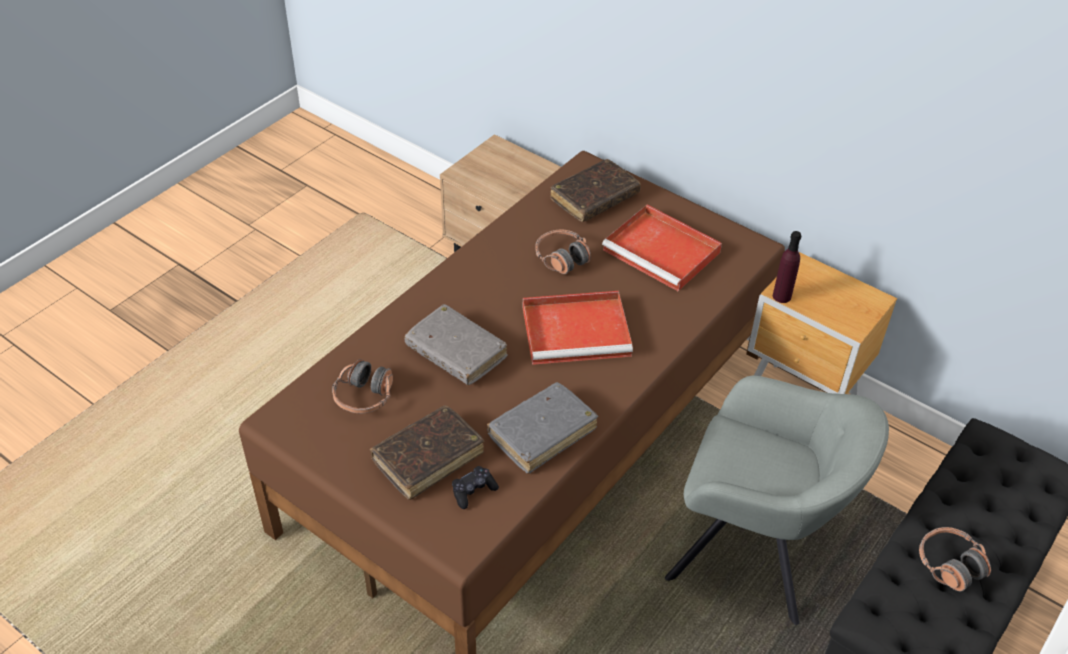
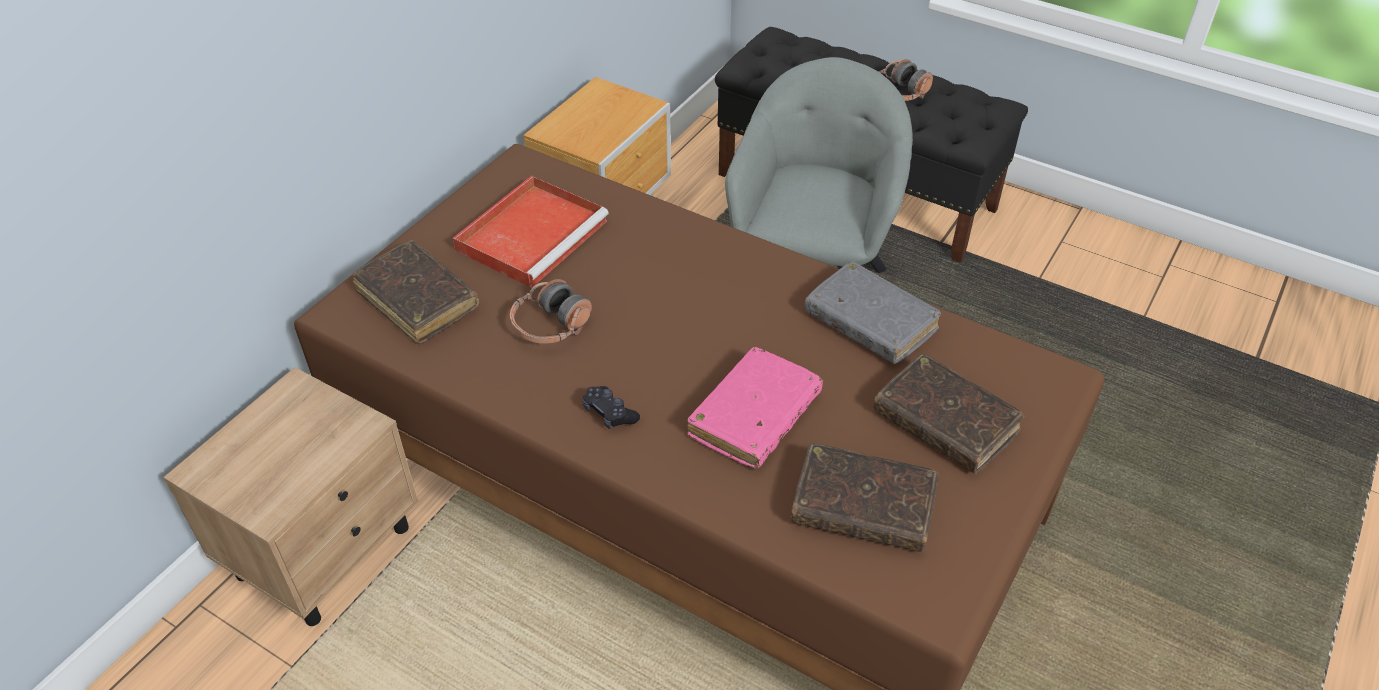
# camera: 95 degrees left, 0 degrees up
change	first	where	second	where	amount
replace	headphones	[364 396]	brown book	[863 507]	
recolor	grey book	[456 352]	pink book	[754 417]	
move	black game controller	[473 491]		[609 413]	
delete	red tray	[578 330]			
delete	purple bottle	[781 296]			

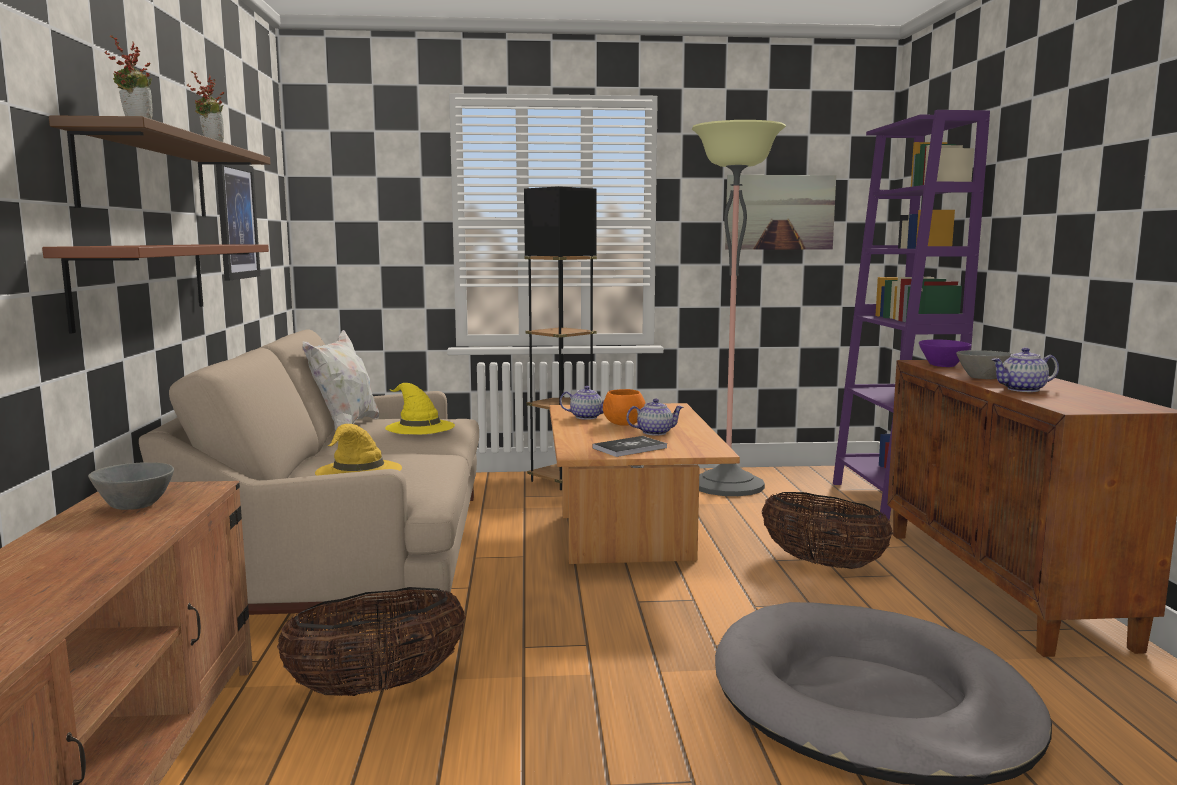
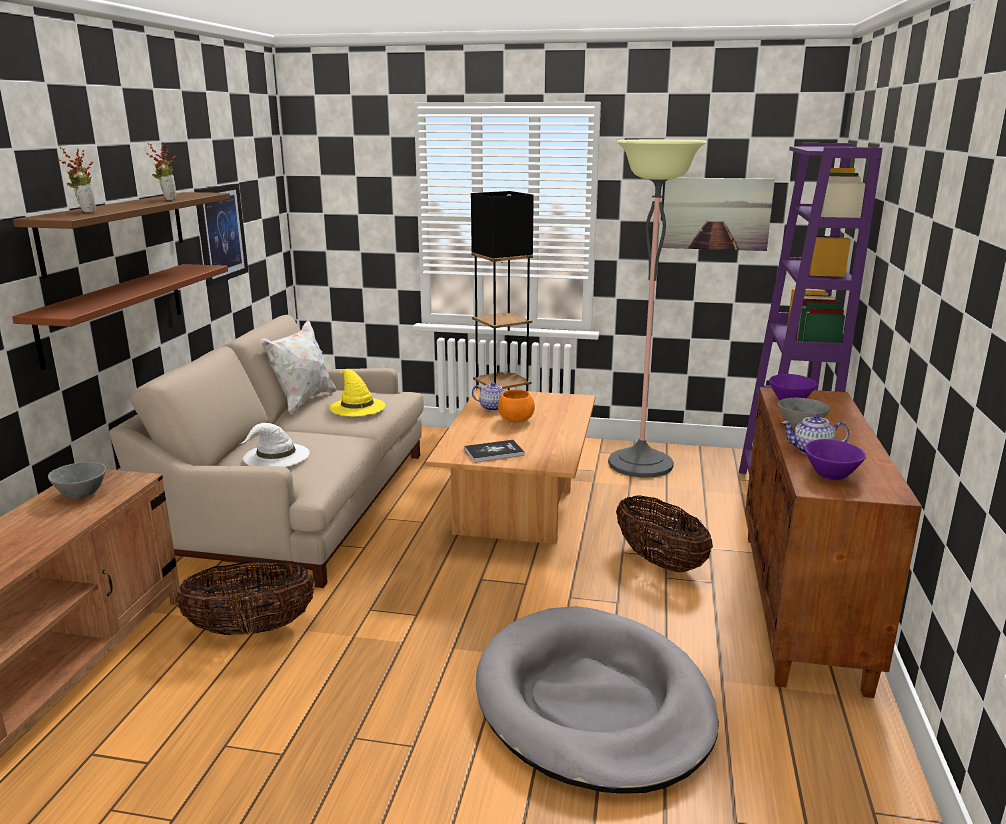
# camera: 15 degrees right, 10 degrees up
change	first	where	second	where	amount
recolor	yellow hat	[358 470]	white hat	[276 456]	
delete	teapot	[655 432]			
insert			purple bowl	[829 475]	

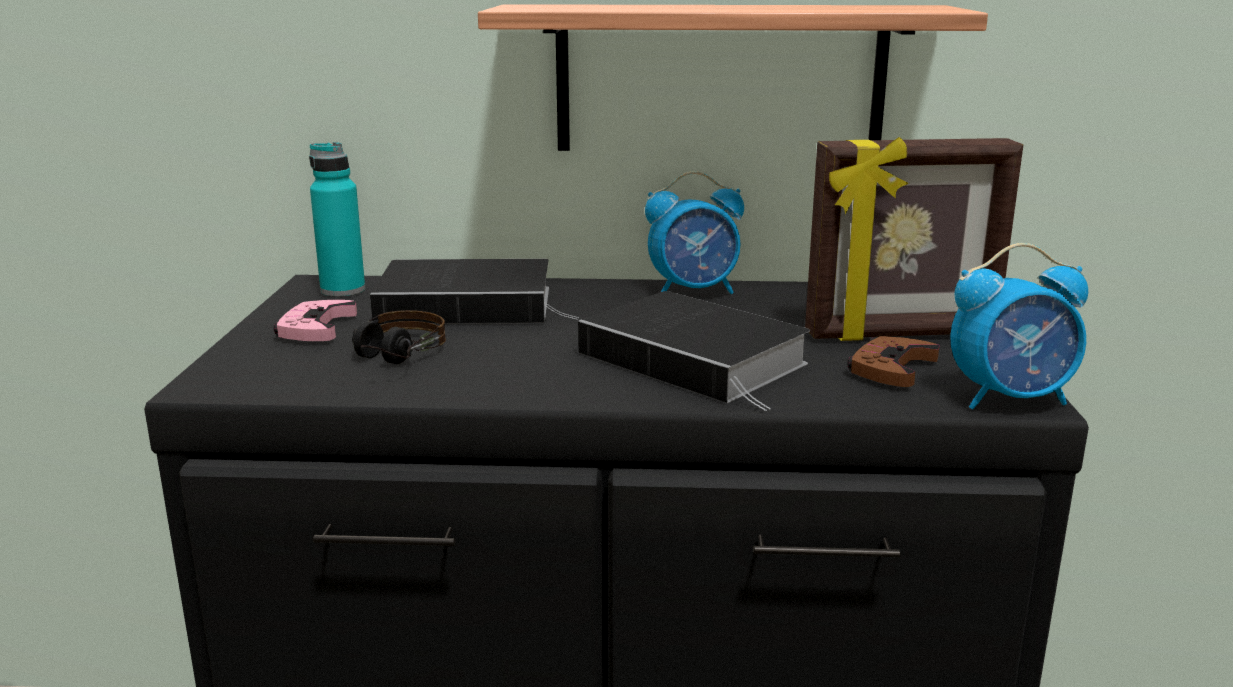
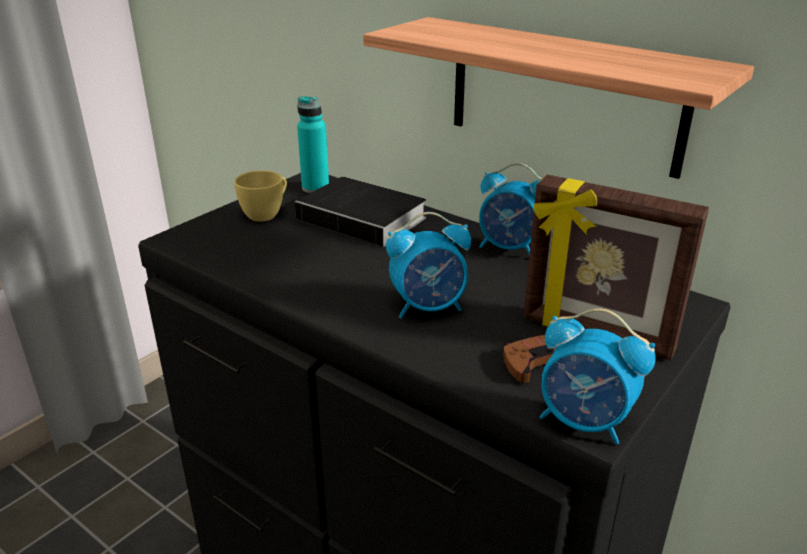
# camera: 35 degrees right, 10 degrees up
change	first	where	second	where	amount
replace	pink game controller	[316 328]	yellow cup	[266 214]	
delete	headphones	[390 359]			
replace	book	[699 359]	alarm clock	[429 307]	

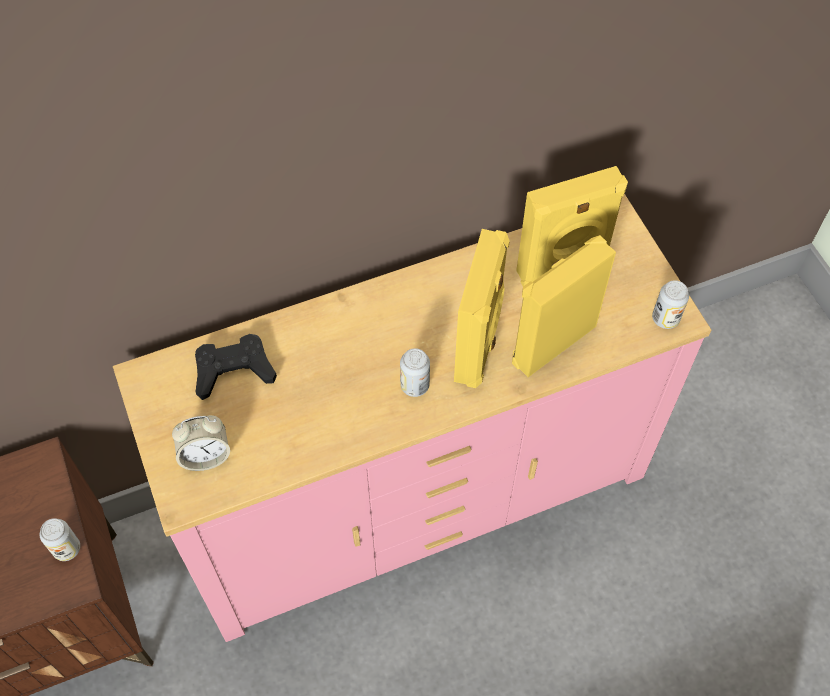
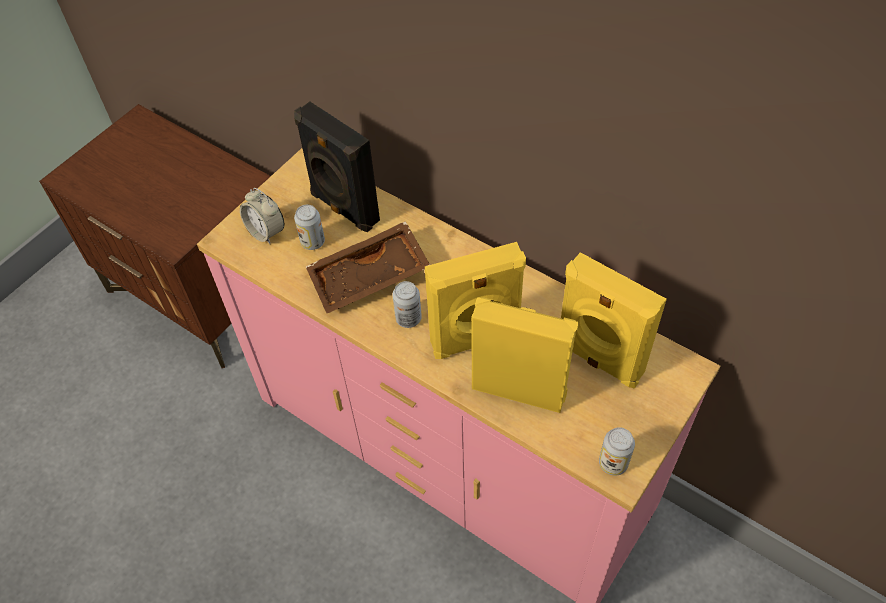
# camera: 60 degrees right, 5 degrees down
change	first	where	second	where	amount
move	can	[67 548]		[313 242]	
replace	black game controller	[233 370]	black speaker	[343 208]	
insert			brown tray	[369 278]	

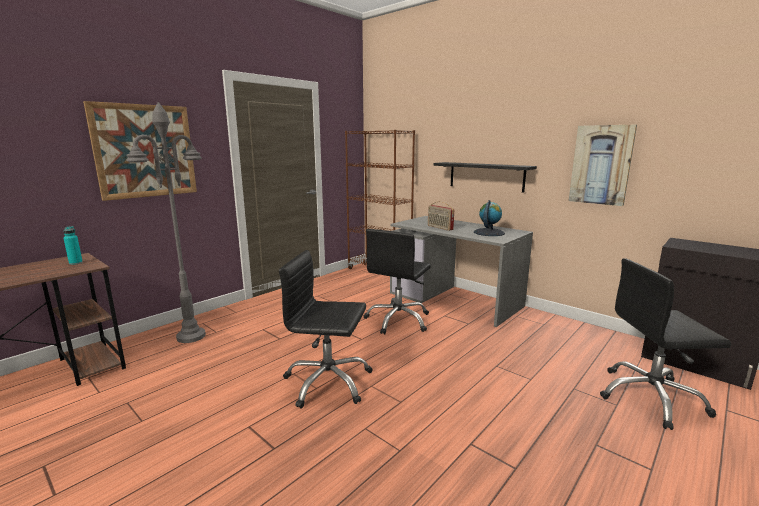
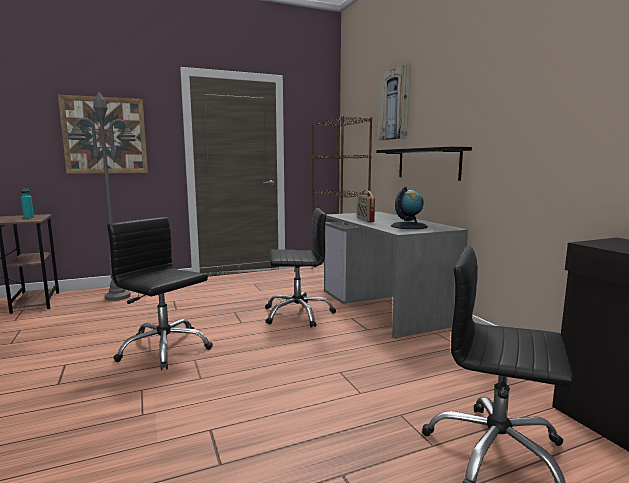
# camera: 25 degrees right, 5 degrees down
change	first	where	second	where	amount
rotate	black office chair	[398 320]		[298 314]	150 degrees counterclockwise
move	picture	[601 165]		[395 104]	

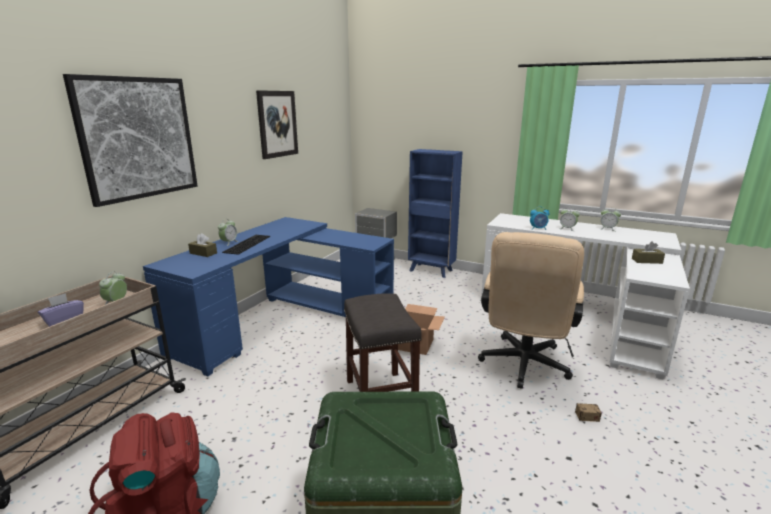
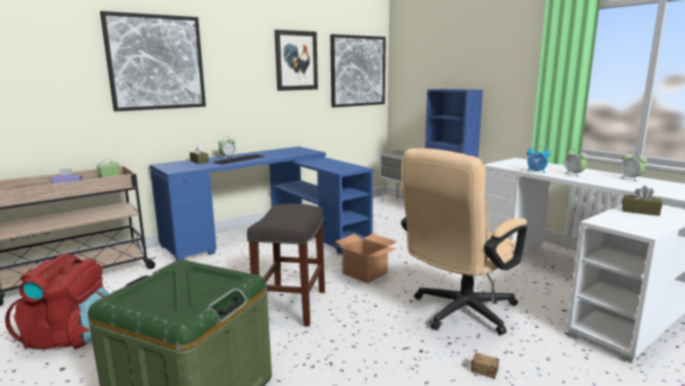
# camera: 25 degrees right, 5 degrees down
change	first	where	second	where	amount
insert			picture	[358 71]	

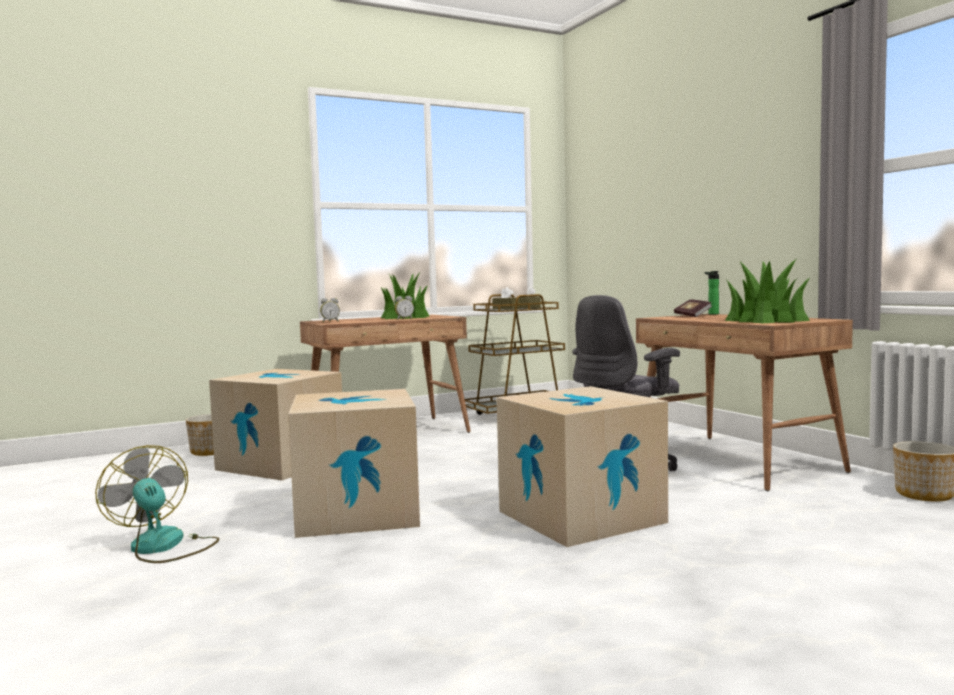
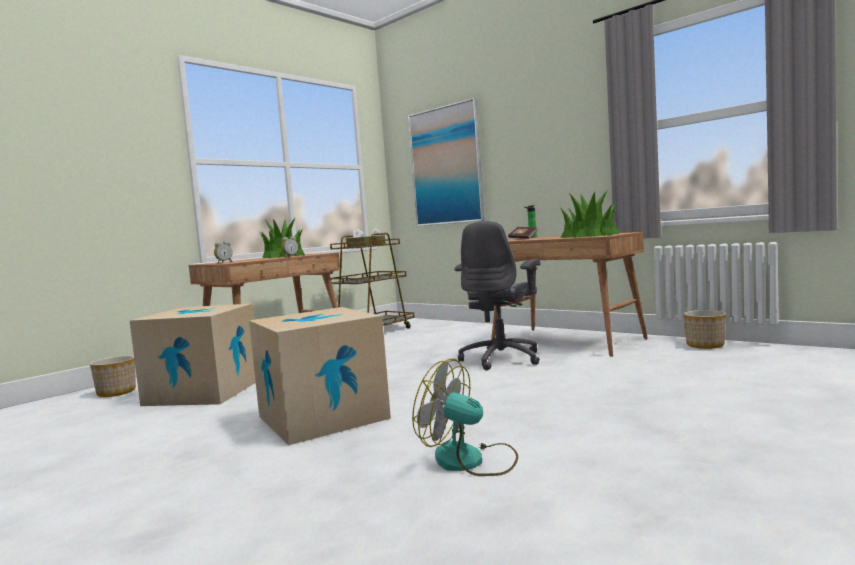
# camera: 20 degrees left, 0 degrees up
change	first	where	second	where	amount
move	fan	[163 547]		[470 461]	
delete	cardboard box	[581 517]			
insert			picture	[446 166]	

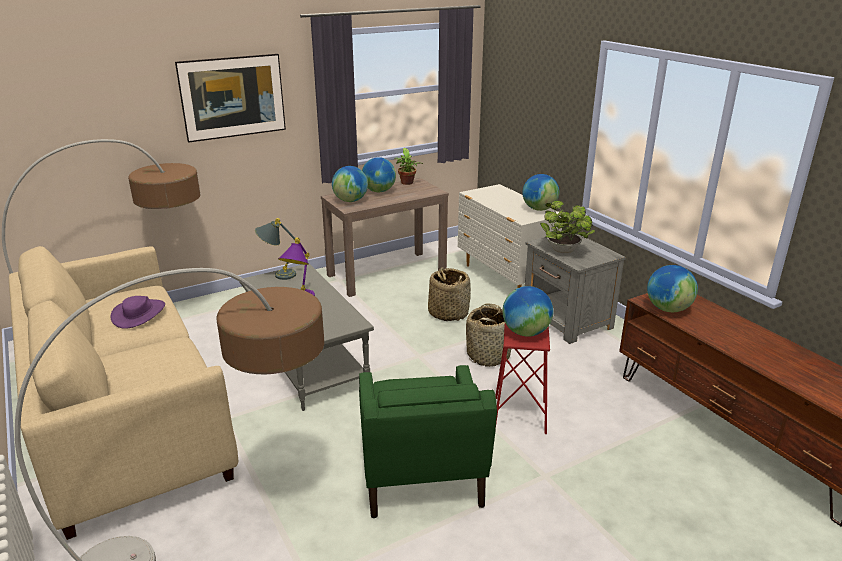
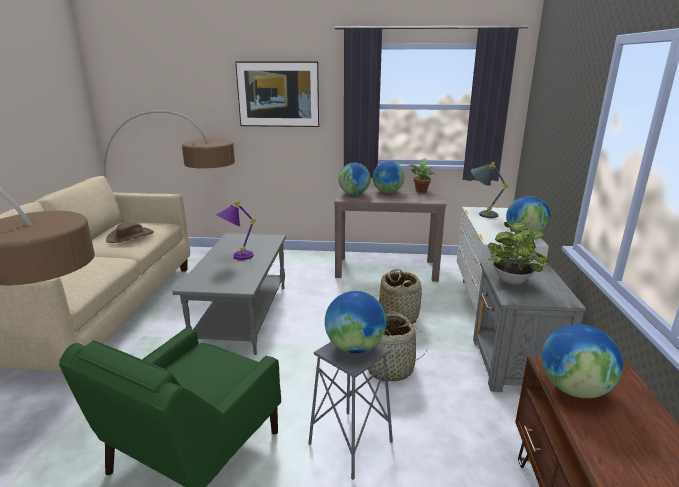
# camera: 35 degrees right, 5 degrees down
change	first	where	second	where	amount
recolor	purple hat	[139 314]	brown hat	[130 236]	
move	grey table lamp	[277 275]		[481 214]	
recolor	red stool	[520 415]	grey stool	[350 443]	

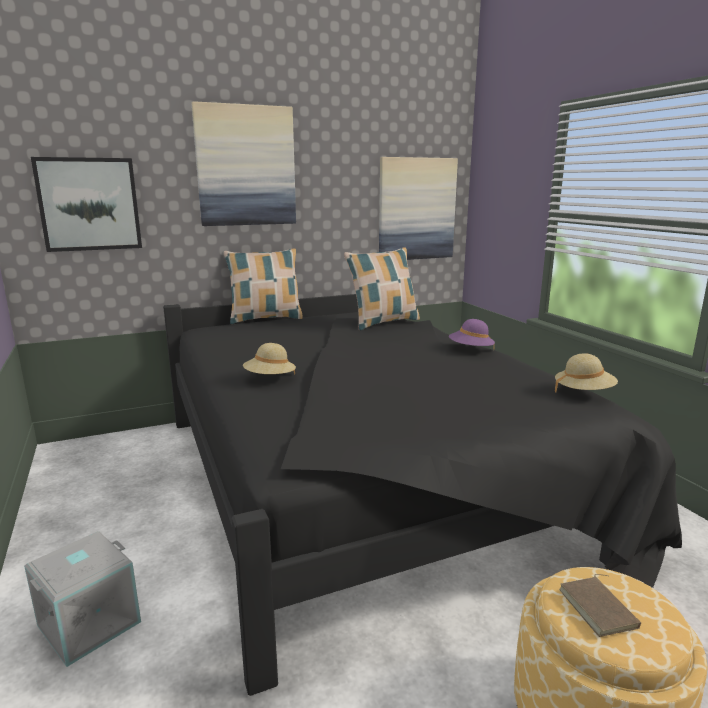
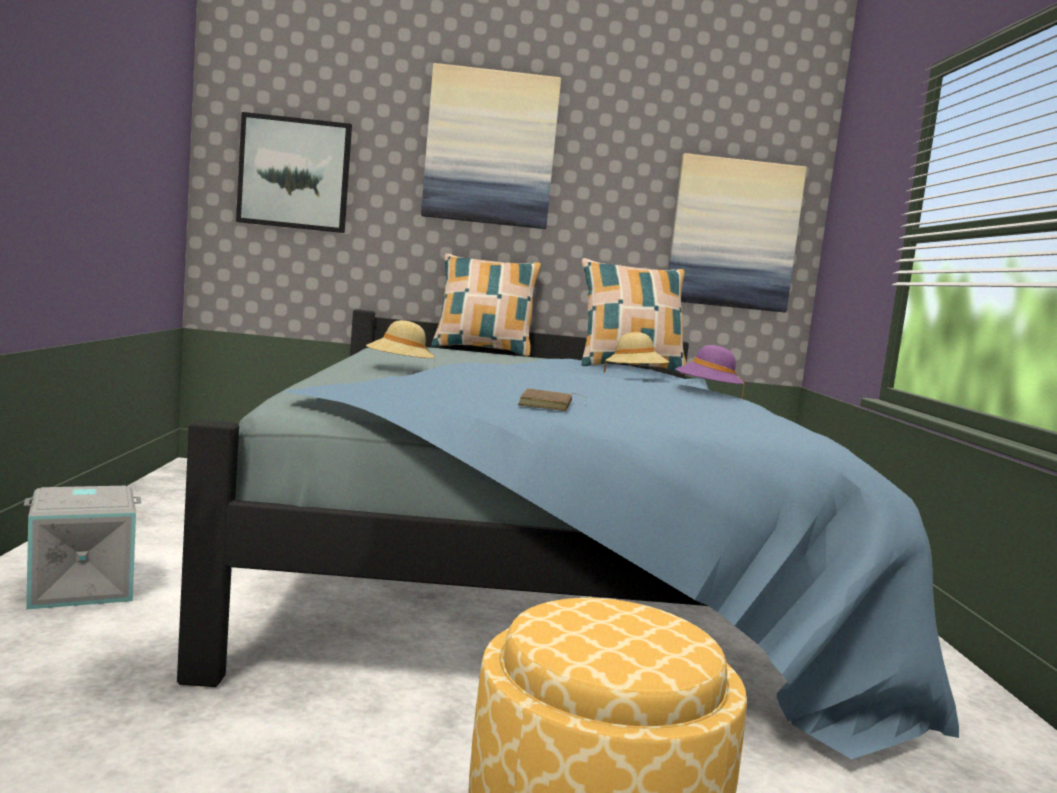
# camera: 20 degrees right, 10 degrees down
change	first	where	second	where	amount
recolor	black bed	[369 481]	blue bed	[532 568]	
move	beige hat	[583 392]		[635 377]	
move	brown book	[600 609]		[548 405]	

